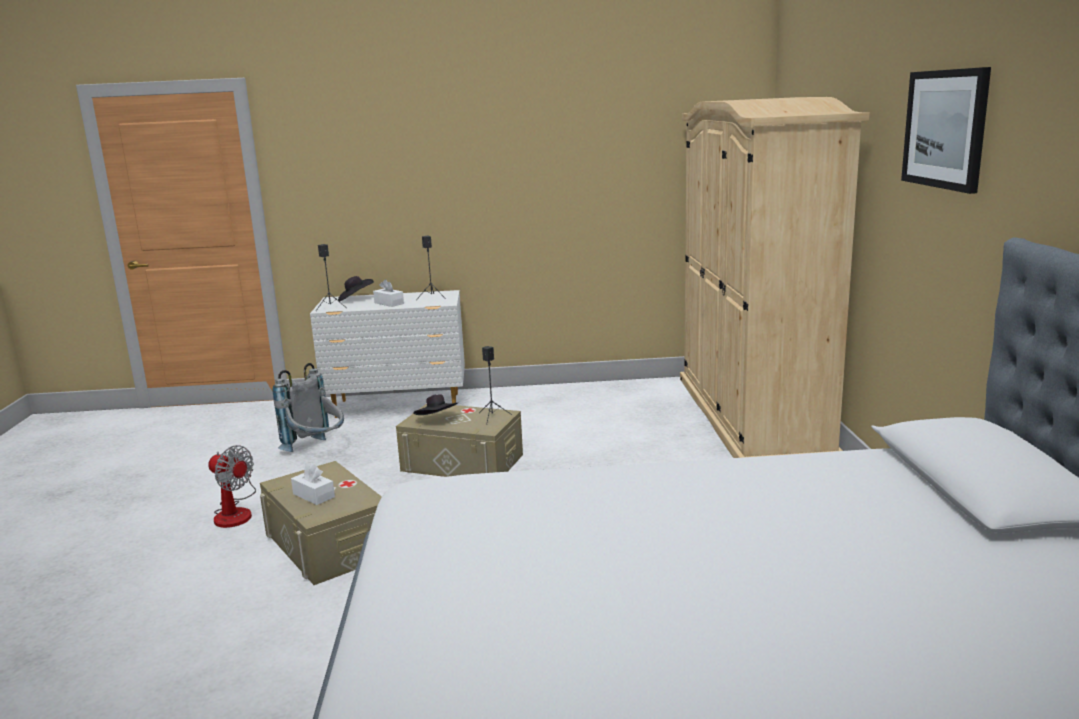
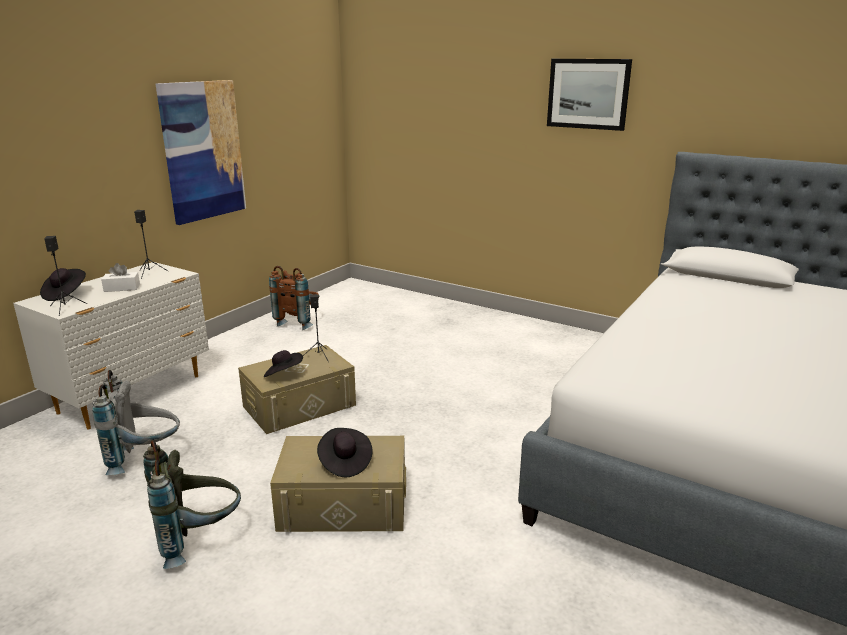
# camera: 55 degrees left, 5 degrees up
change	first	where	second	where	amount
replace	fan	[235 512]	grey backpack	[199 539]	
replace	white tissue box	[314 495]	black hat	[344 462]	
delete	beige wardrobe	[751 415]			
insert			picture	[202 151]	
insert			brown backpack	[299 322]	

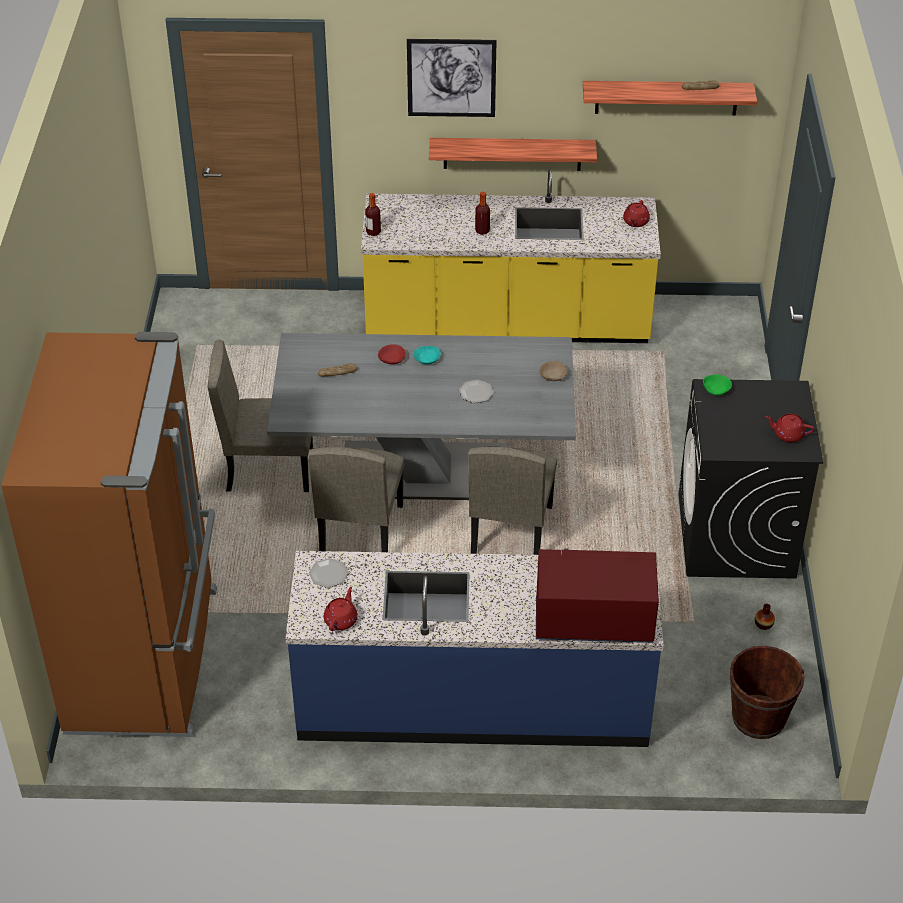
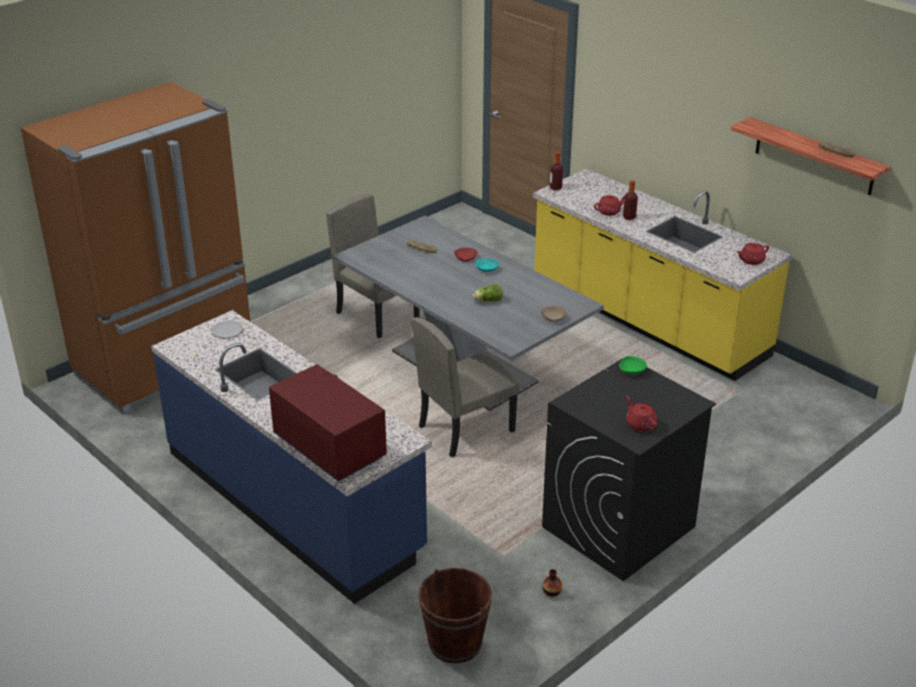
# camera: 45 degrees right, 10 degrees down
change	first	where	second	where	amount
delete	beige chair	[360 530]			
move	red teapot	[341 620]		[609 212]	
delete	picture	[451 77]			
delete	shelf	[512 153]			
replace	plate	[476 392]	lettuce	[487 300]	

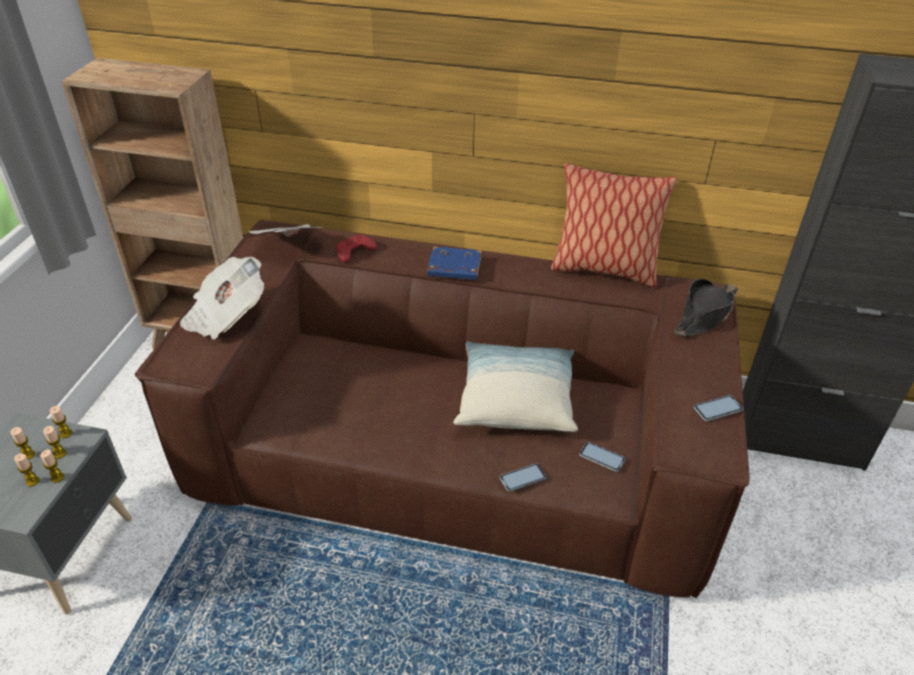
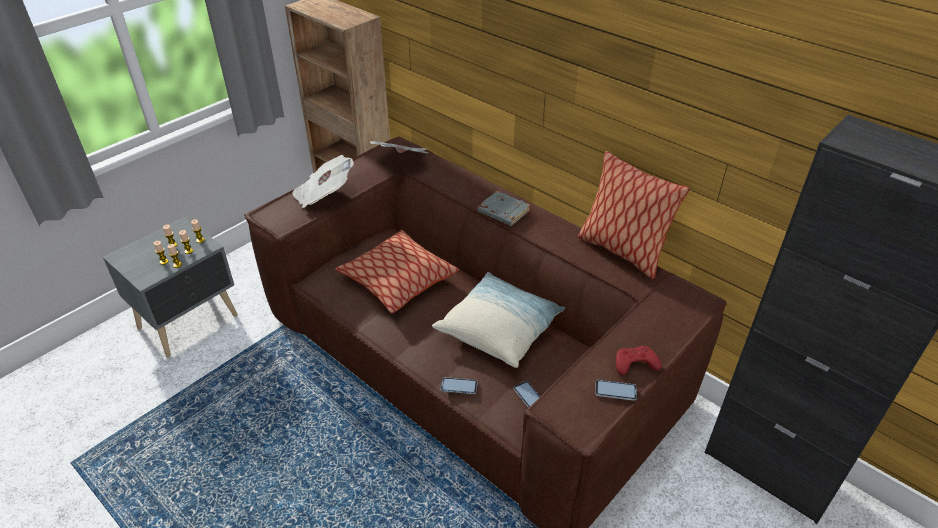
# camera: 30 degrees right, 0 degrees up
change	first	where	second	where	amount
move	red game controller	[354 251]		[635 363]	
recolor	blue book	[453 268]	grey book	[502 212]	
delete	black hat	[705 316]			
insert			pillow	[397 280]	

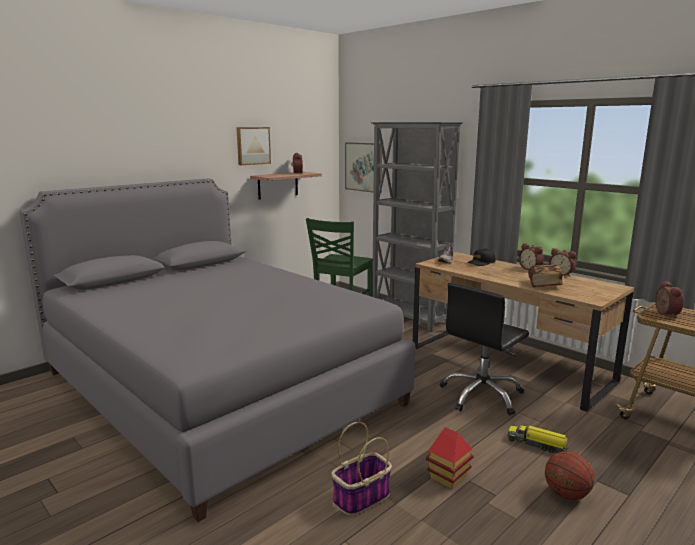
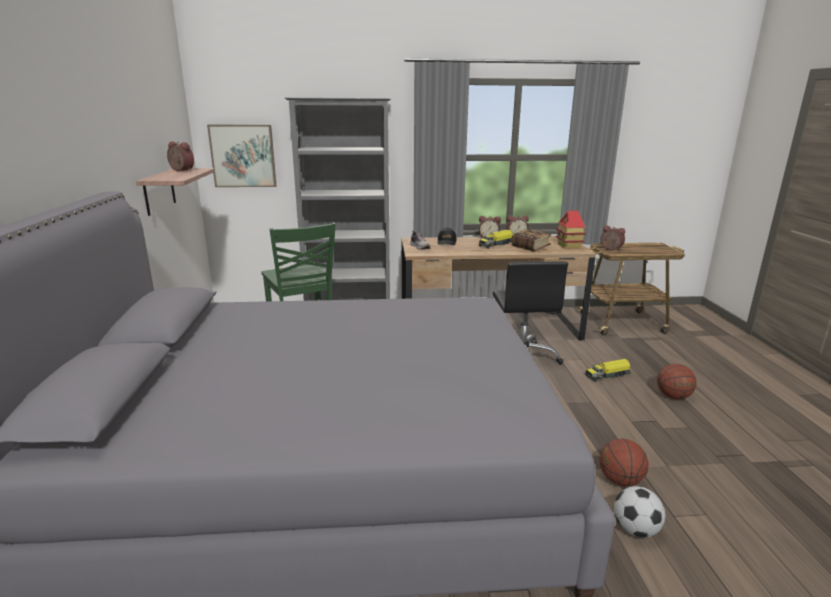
# camera: 50 degrees left, 5 degrees up
change	first	where	second	where	amount
delete	picture	[252 145]			
replace	basket	[361 498]	basketball	[620 480]	
move	toy house	[448 477]		[569 246]	
insert			toy truck	[496 244]	
insert			football	[635 530]	

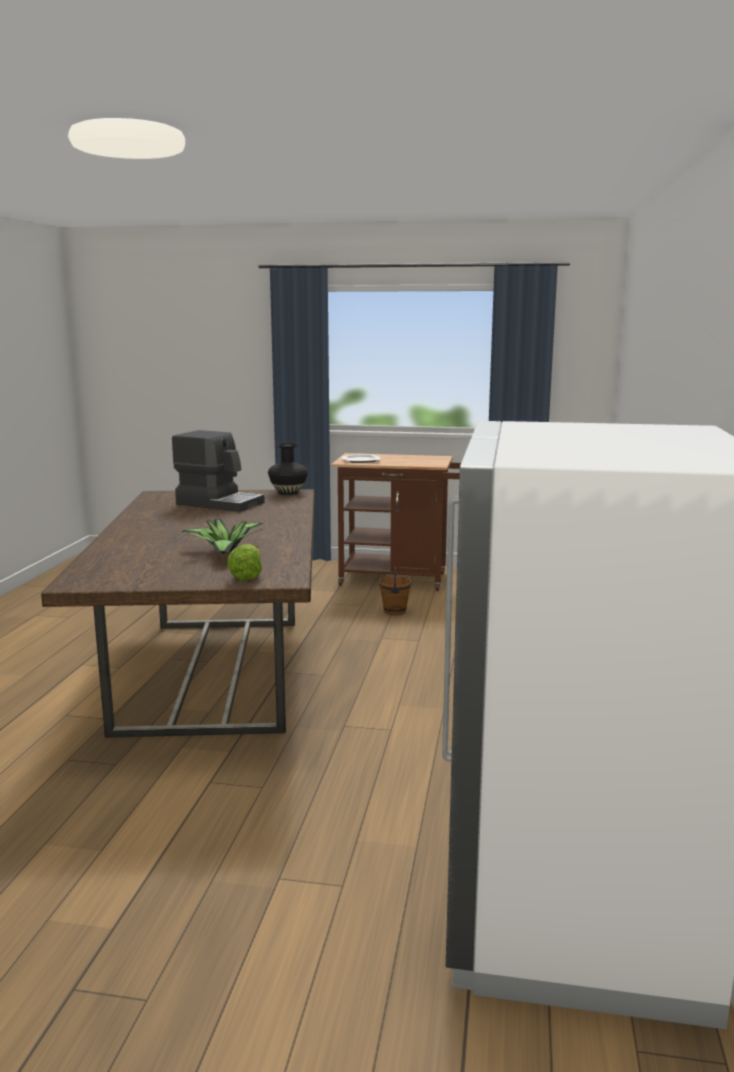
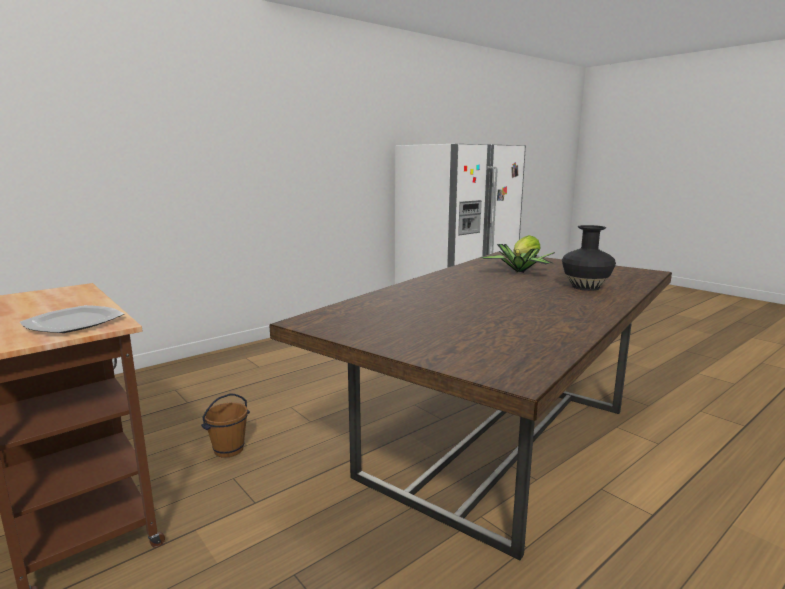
# camera: 140 degrees left, 0 degrees up
change	first	where	second	where	amount
delete	coffee machine	[220 503]			
move	black vase	[287 492]		[586 287]	

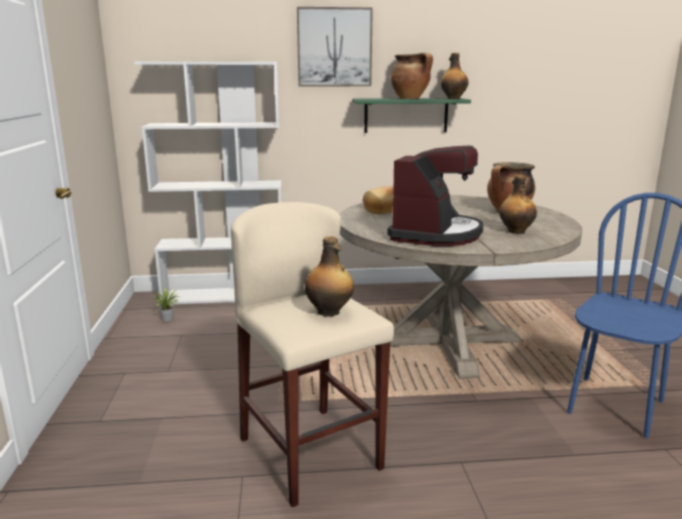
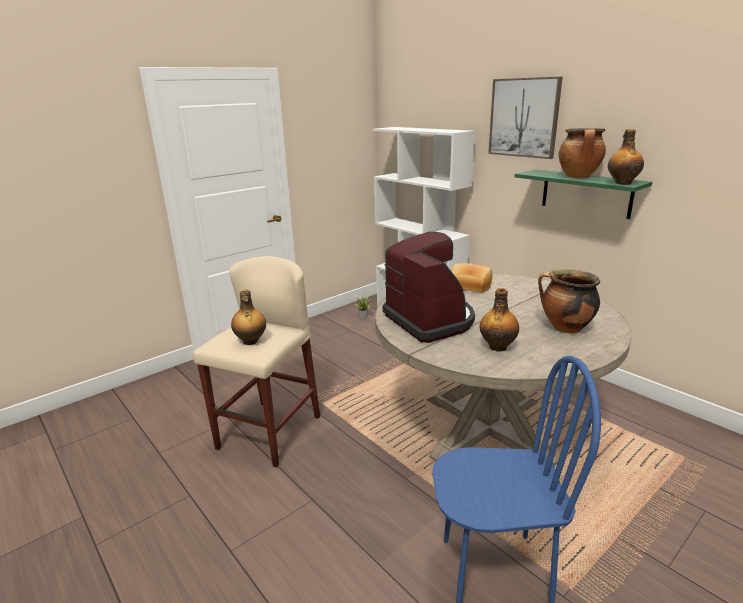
# camera: 55 degrees right, 5 degrees up
change	first	where	second	where	amount
rotate	coffee machine	[435 234]		[430 320]	105 degrees counterclockwise

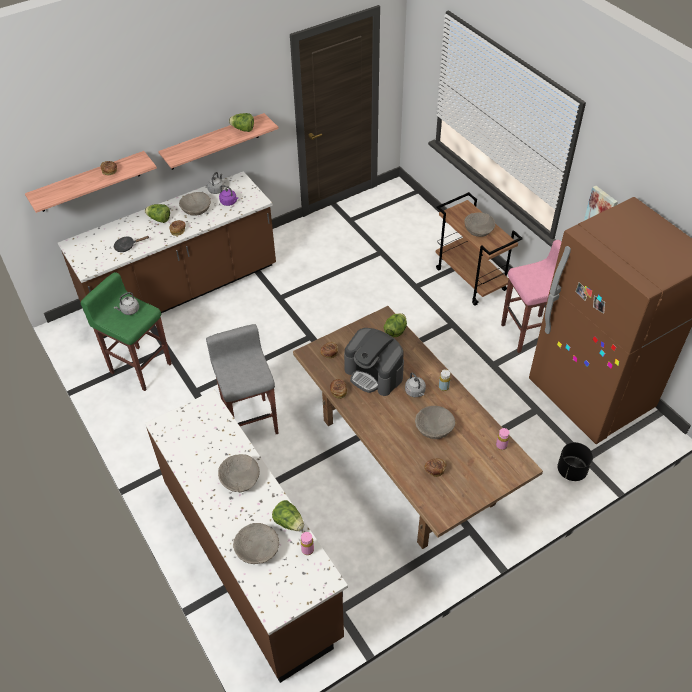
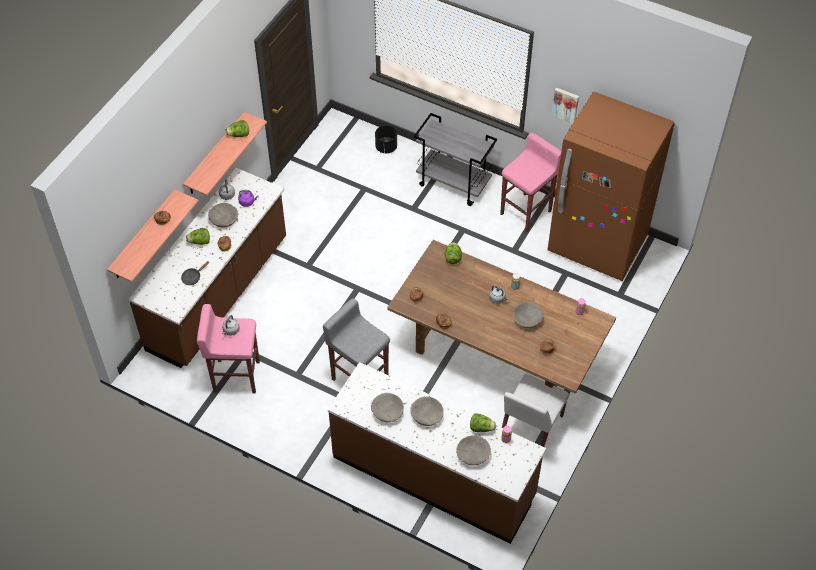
# camera: 30 degrees left, 5 degrees up
change	first	where	second	where	amount
recolor	green stool	[140 367]	pink stool	[235 376]	
delete	coffee machine	[374 373]			
recolor	brown cart	[471 279]	grey cart	[454 184]	
move	beige bowl	[478 229]		[387 411]	
move	black planter	[571 470]		[386 147]	
insert			white chair	[530 428]	

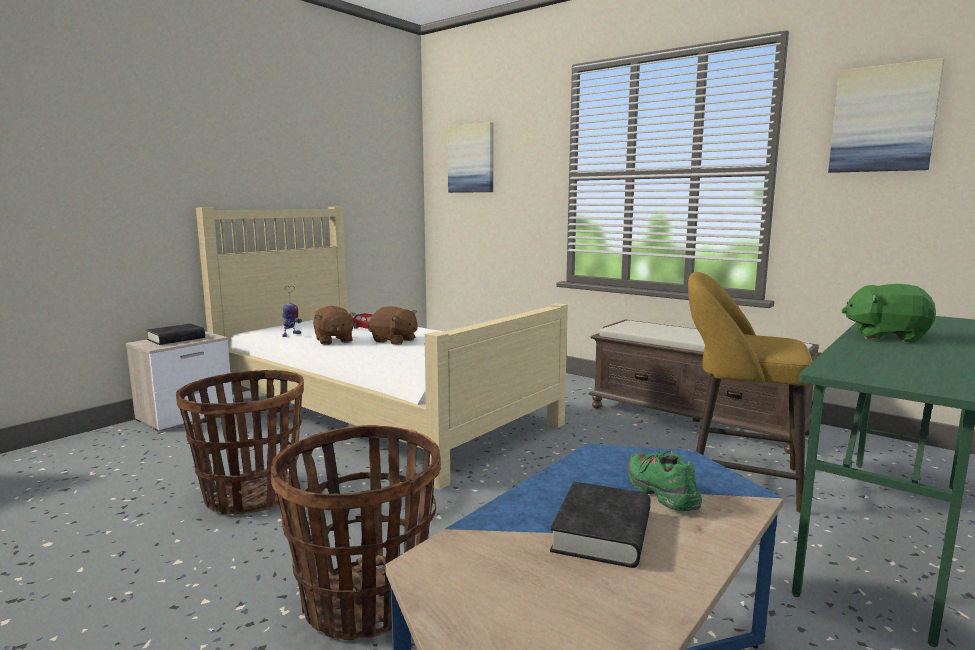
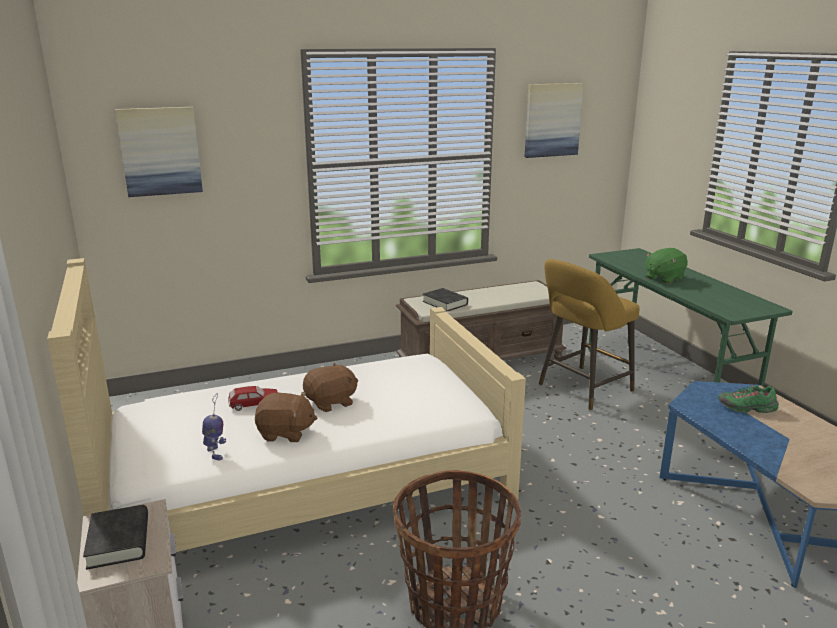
# camera: 60 degrees left, 10 degrees up
change	first	where	second	where	amount
delete	basket	[364 602]			
move	black book	[602 532]		[445 303]	

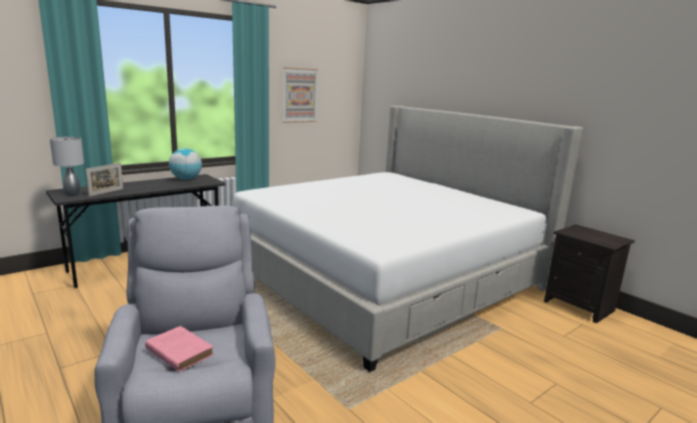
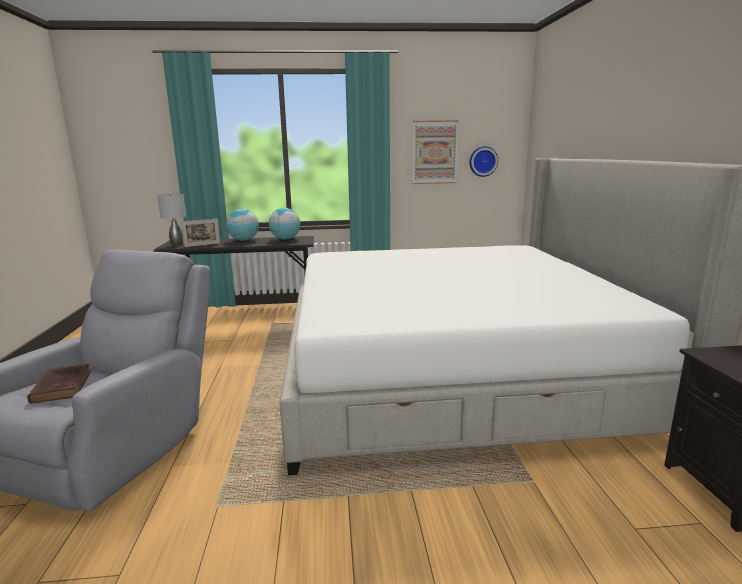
# camera: 35 degrees right, 0 degrees up
change	first	where	second	where	amount
recolor	pink book	[178 351]	brown book	[62 386]	
insert			globe	[244 240]	
insert			wall clock	[482 161]	

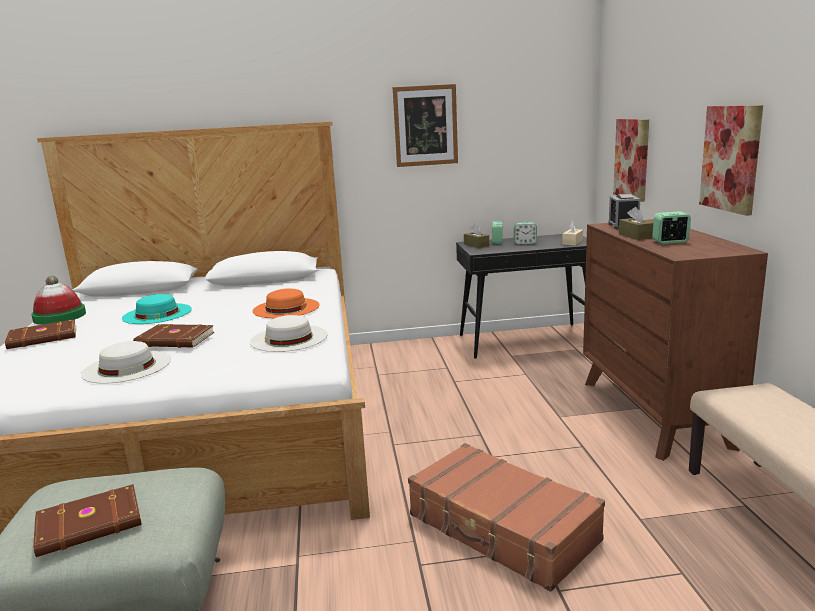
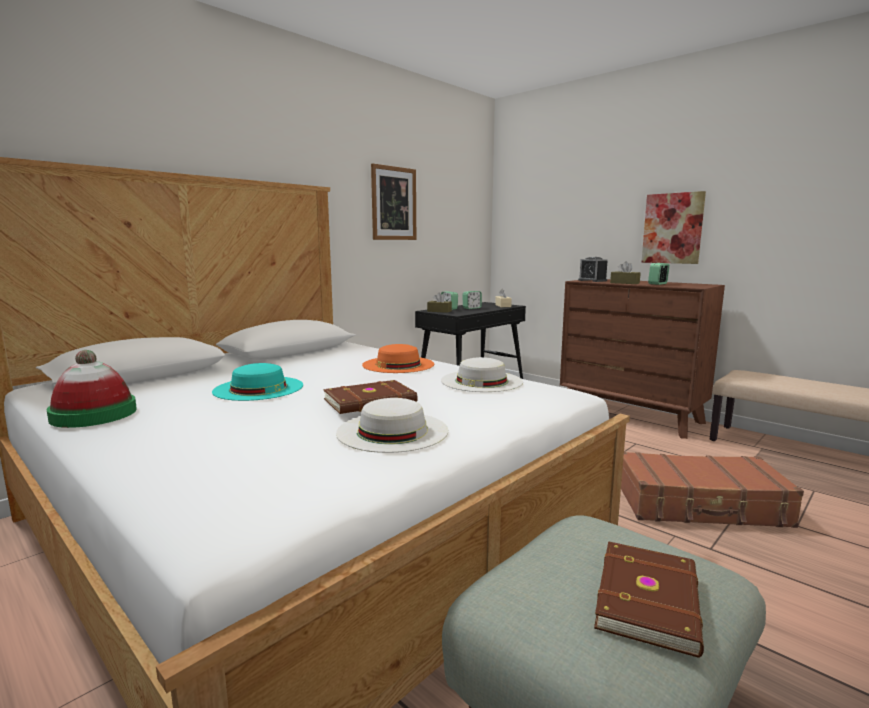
# camera: 40 degrees left, 5 degrees down
change	first	where	second	where	amount
delete	brown book	[43 338]			
delete	picture	[632 159]			

